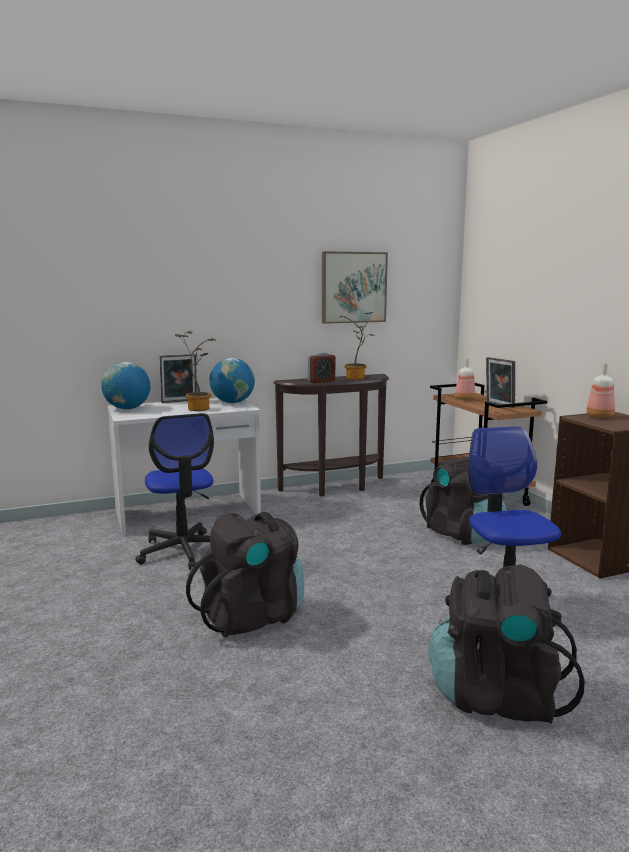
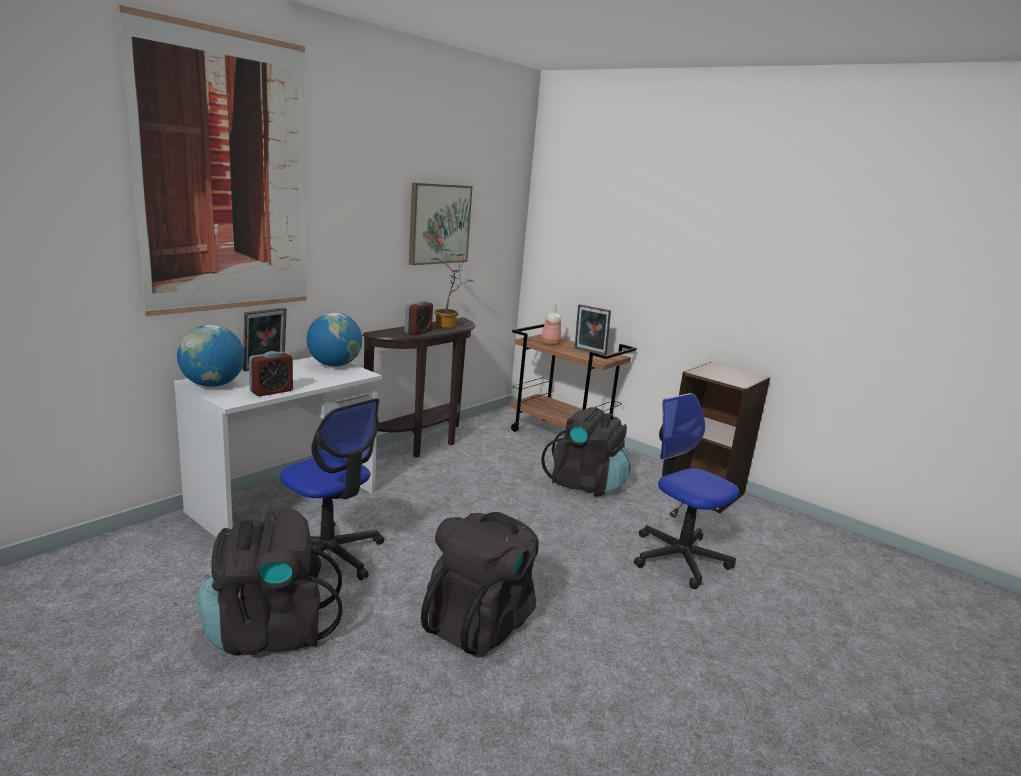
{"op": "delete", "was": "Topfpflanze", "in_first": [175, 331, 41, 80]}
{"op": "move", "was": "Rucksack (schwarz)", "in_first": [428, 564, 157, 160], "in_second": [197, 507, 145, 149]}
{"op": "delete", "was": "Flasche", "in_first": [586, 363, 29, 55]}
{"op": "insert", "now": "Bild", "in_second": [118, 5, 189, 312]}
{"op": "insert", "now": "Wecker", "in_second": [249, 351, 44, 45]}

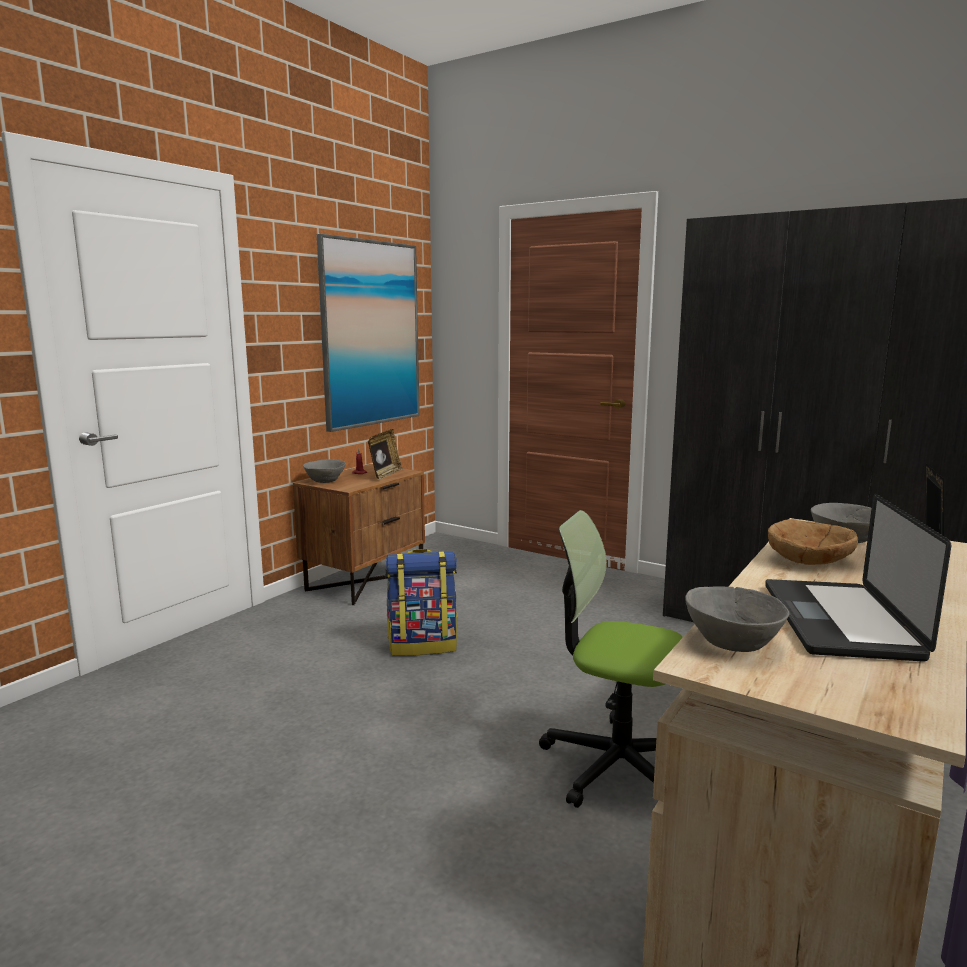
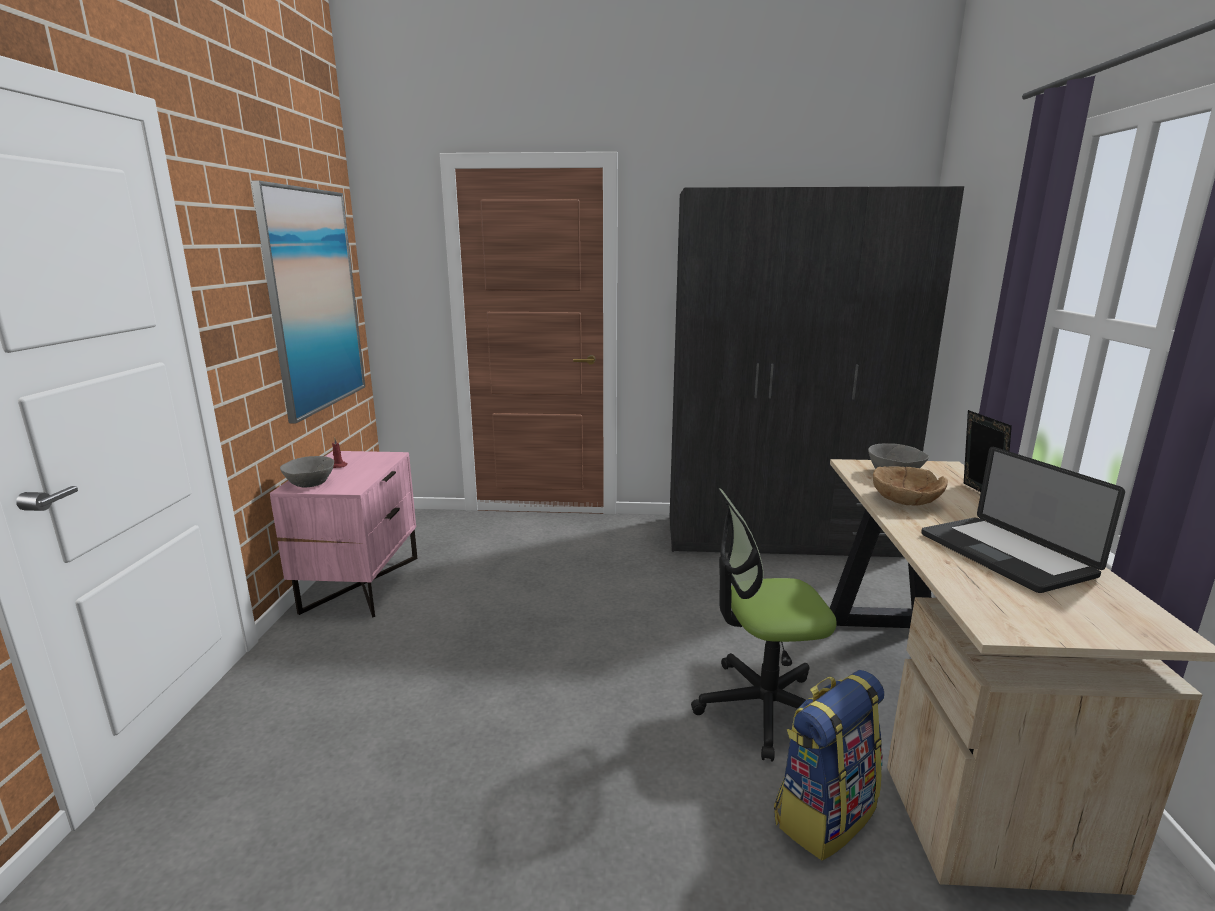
{"op": "recolor", "was": "Nachttisch (braun)", "now": "Nachttisch (rosa)", "in_first": [293, 464, 132, 141], "in_second": [270, 451, 147, 166]}
{"op": "delete", "was": "Bilderrahmen", "in_first": [368, 429, 35, 51]}
{"op": "move", "was": "Rucksack", "in_first": [385, 549, 72, 107], "in_second": [774, 670, 110, 190]}
{"op": "delete", "was": "Schüssel (grau)", "in_first": [685, 586, 105, 66]}

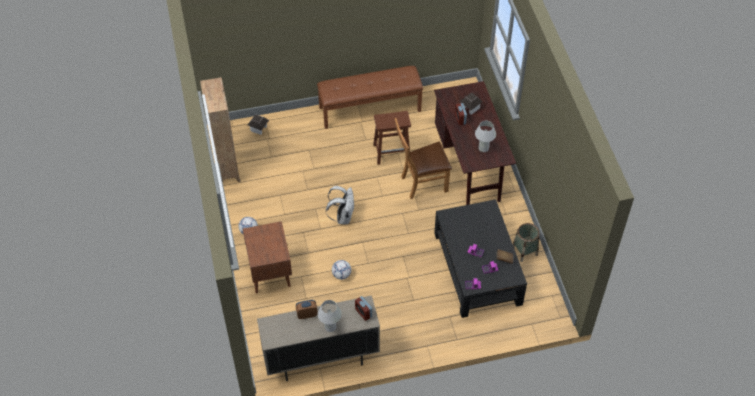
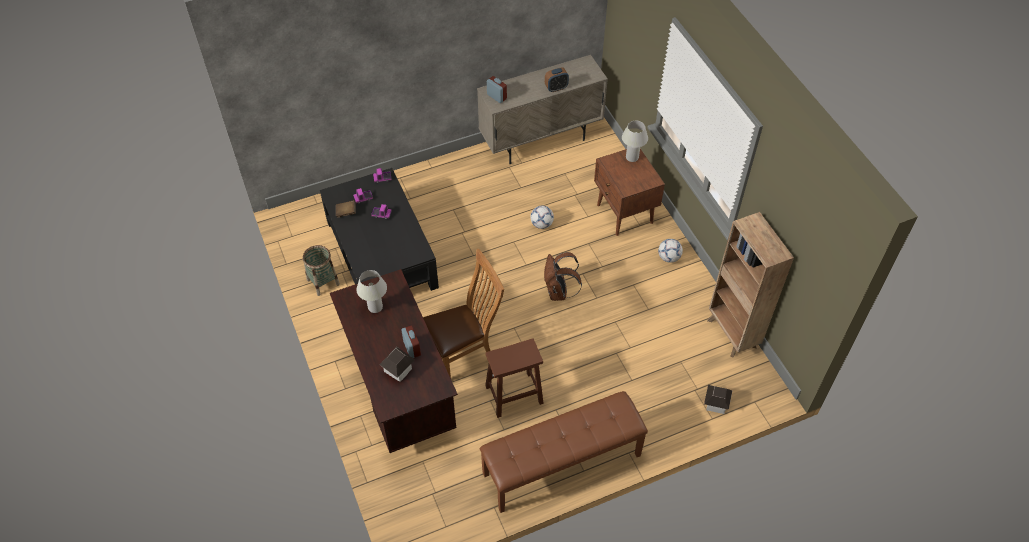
{"op": "move", "was": "Tischlampe (weiß)", "in_first": [318, 300, 24, 32], "in_second": [622, 121, 26, 41]}
{"op": "recolor", "was": "Rucksack (weiß)", "now": "Rucksack (braun)", "in_first": [326, 186, 28, 38], "in_second": [544, 252, 38, 49]}

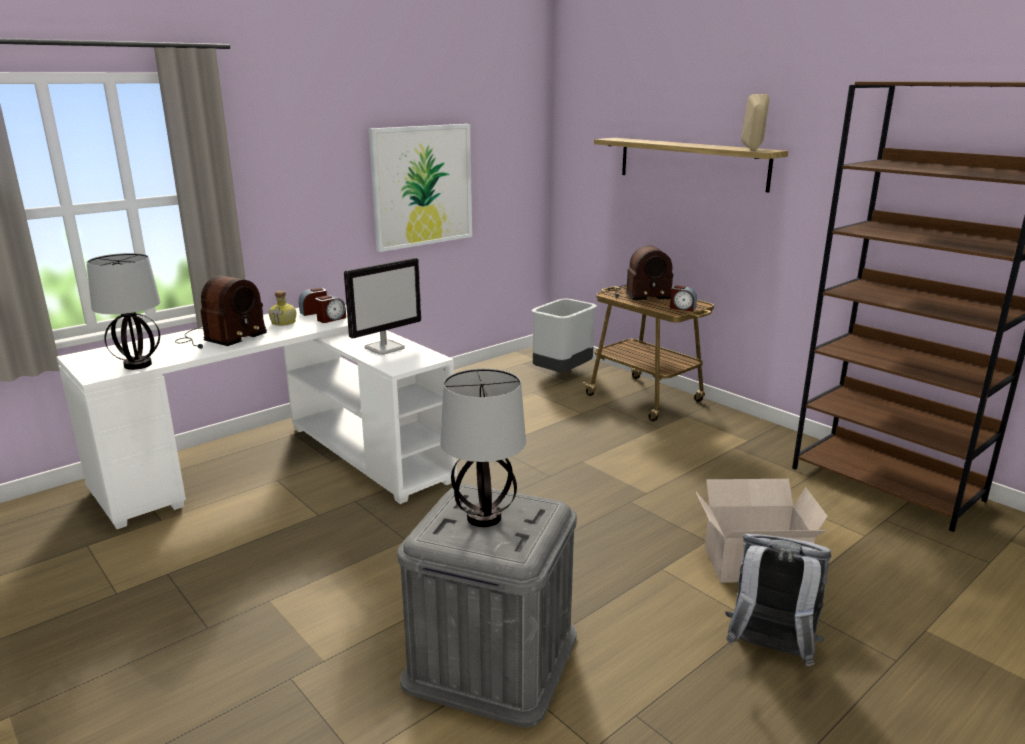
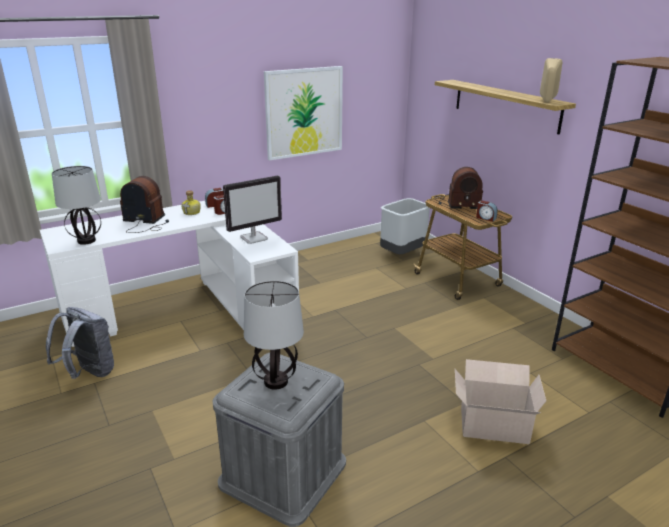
{"op": "rotate", "was": "Radio", "in_first": [175, 275, 92, 74], "in_second": [120, 176, 49, 57], "clockwise": -120}
{"op": "move", "was": "Rucksack (grau)", "in_first": [725, 533, 106, 133], "in_second": [46, 307, 68, 72]}

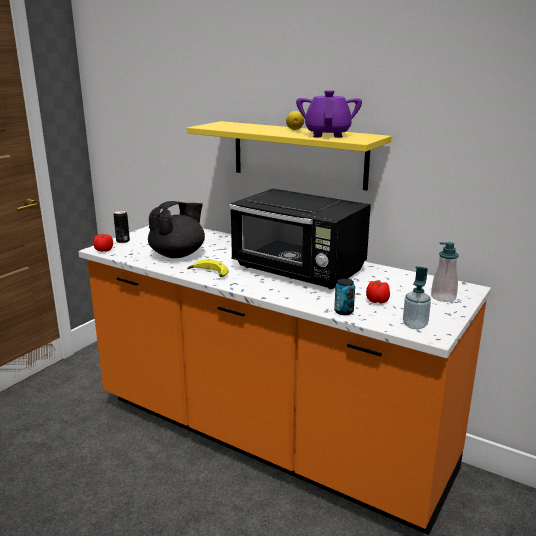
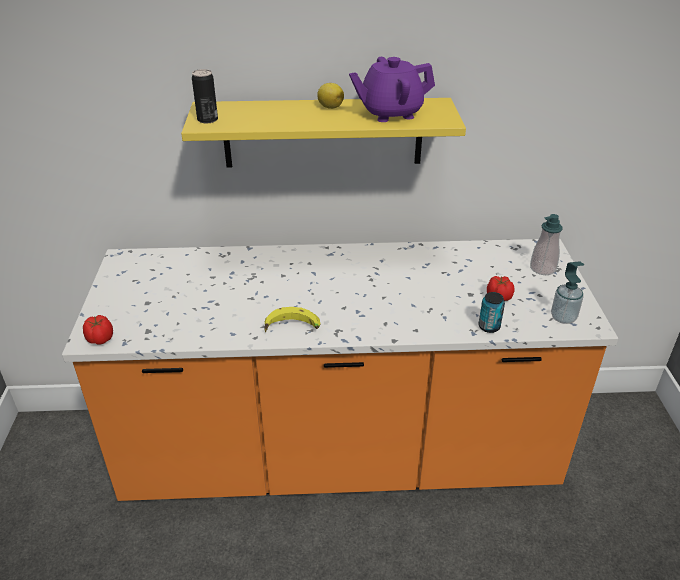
{"op": "move", "was": "Dose", "in_first": [114, 210, 16, 33], "in_second": [192, 69, 26, 54]}
{"op": "delete", "was": "Teekanne (schwarz)", "in_first": [148, 201, 57, 57]}
{"op": "delete", "was": "Mikrowelle (schwarz)", "in_first": [229, 188, 142, 101]}
{"op": "rotate", "was": "Teekanne (lila)", "in_first": [296, 90, 66, 48], "in_second": [349, 57, 86, 65], "clockwise": -75}

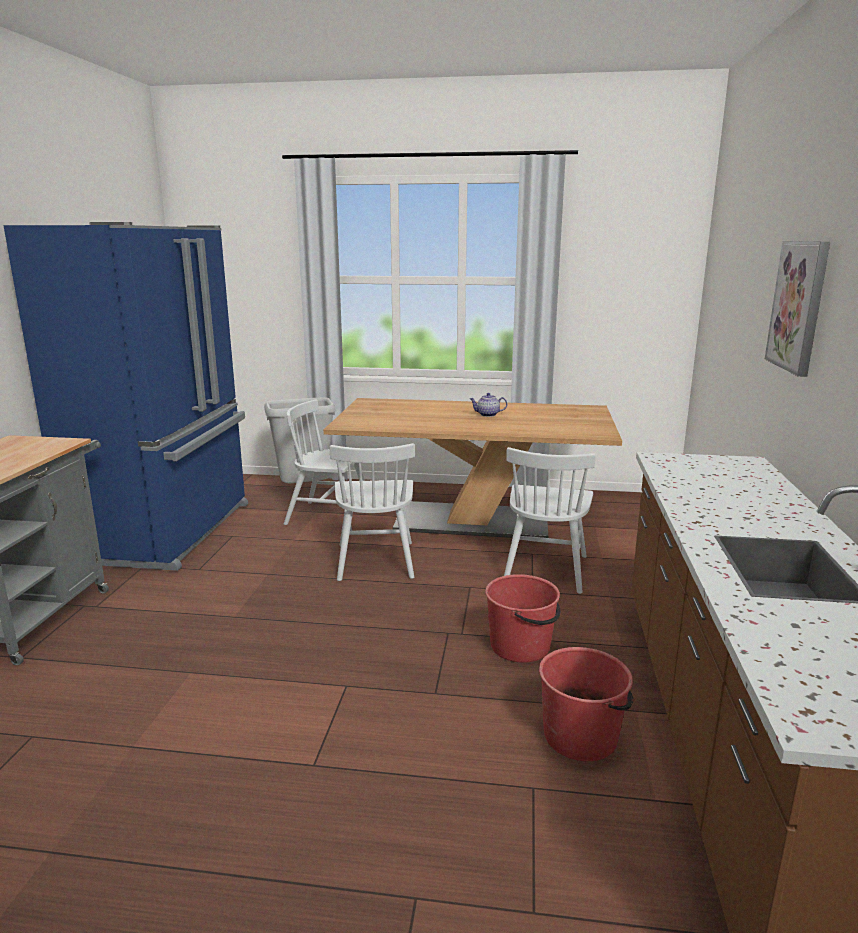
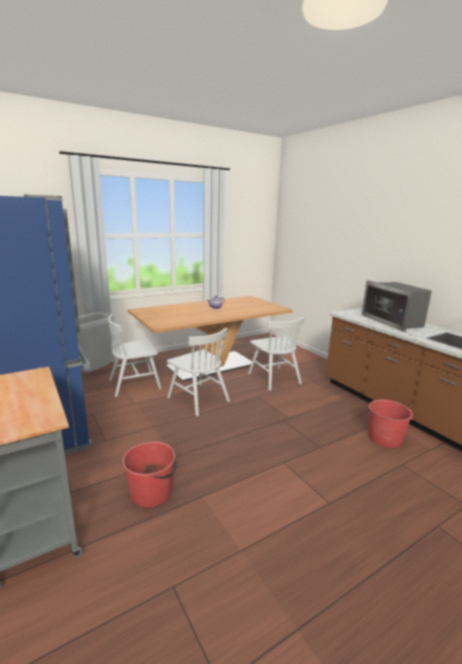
{"op": "move", "was": "Eimer (rot)", "in_first": [485, 574, 76, 89], "in_second": [122, 441, 55, 67]}
{"op": "delete", "was": "Bild", "in_first": [765, 241, 65, 136]}
{"op": "insert", "now": "Mikrowelle", "in_second": [362, 280, 70, 52]}

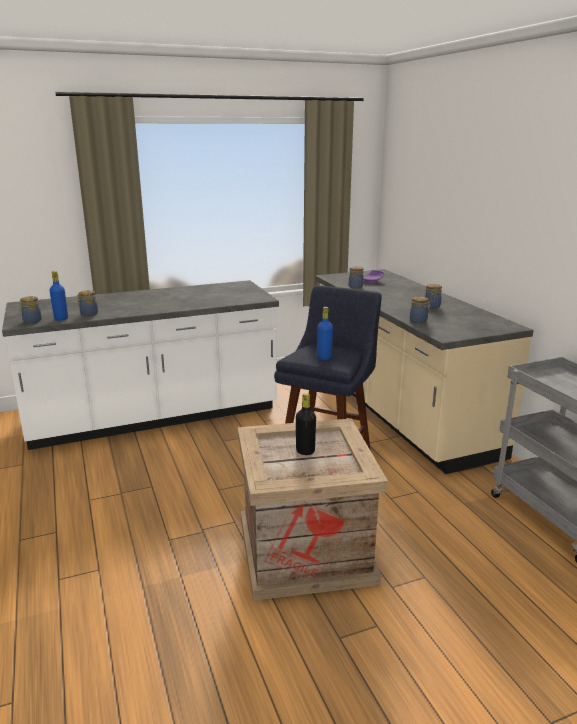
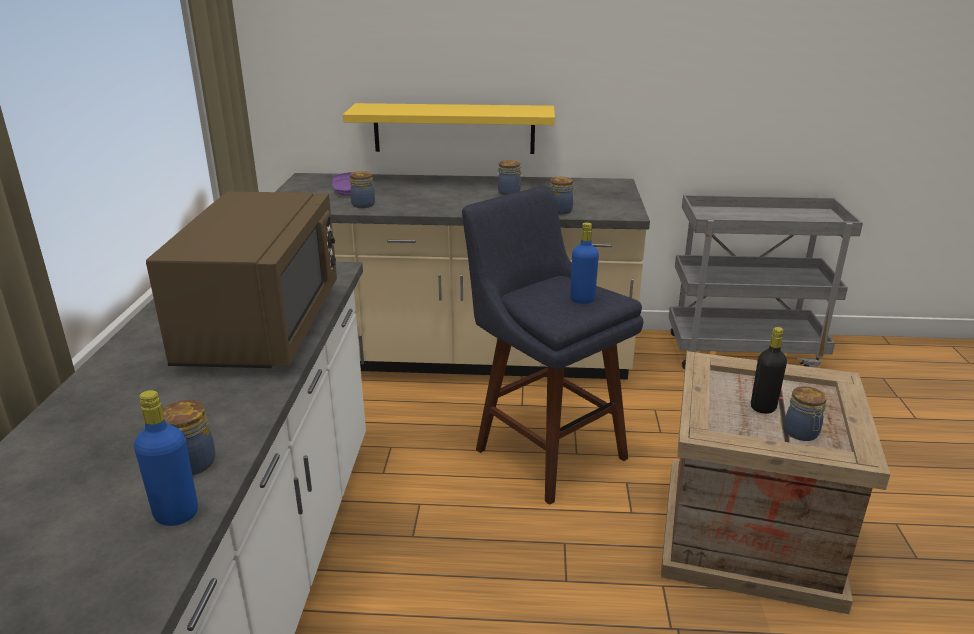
{"op": "move", "was": "Vorratsglas", "in_first": [18, 296, 24, 27], "in_second": [784, 386, 43, 55]}
{"op": "insert", "now": "Mikrowelle (braun)", "in_second": [146, 192, 191, 176]}
{"op": "insert", "now": "Wandregal (gelb)", "in_second": [343, 103, 212, 51]}

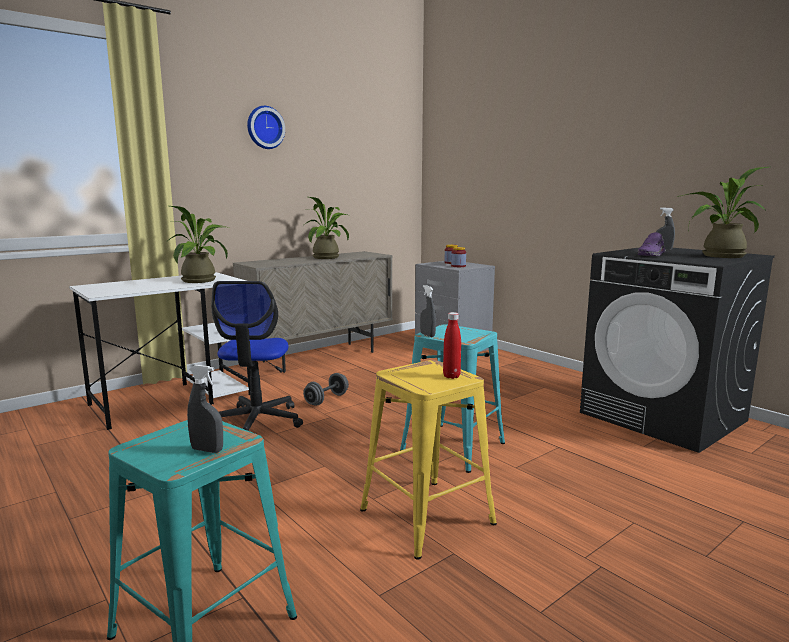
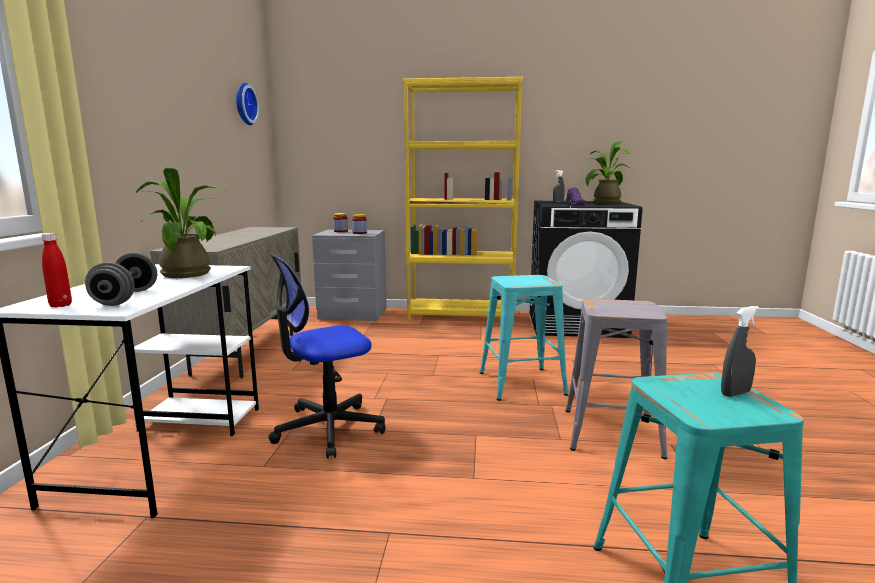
{"op": "rotate", "was": "Bürostuhl", "in_first": [211, 281, 92, 150], "in_second": [268, 253, 118, 206], "clockwise": 105}
{"op": "move", "was": "Wanduhr", "in_first": [247, 106, 38, 43], "in_second": [236, 83, 23, 42]}
{"op": "move", "was": "Hantel (grau)", "in_first": [303, 373, 46, 33], "in_second": [85, 253, 72, 53]}
{"op": "delete", "was": "Topfpflanze", "in_first": [304, 197, 46, 62]}
{"op": "recolor", "was": "Hocker (gelb)", "now": "Hocker (grau)", "in_first": [360, 360, 137, 200], "in_second": [566, 299, 101, 160]}
{"op": "delete", "was": "Sprühflasche (grau)", "in_first": [420, 285, 16, 52]}
{"op": "move", "was": "Flasche (rot)", "in_first": [443, 312, 18, 67], "in_second": [42, 233, 30, 75]}
{"op": "insert", "now": "Bücherregal (gelb)", "in_second": [403, 77, 120, 247]}

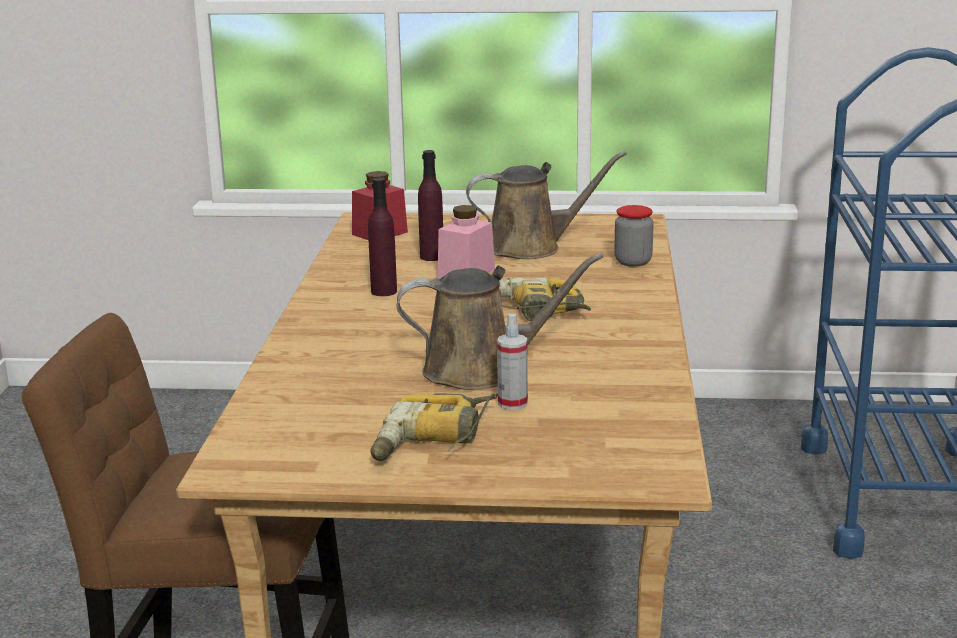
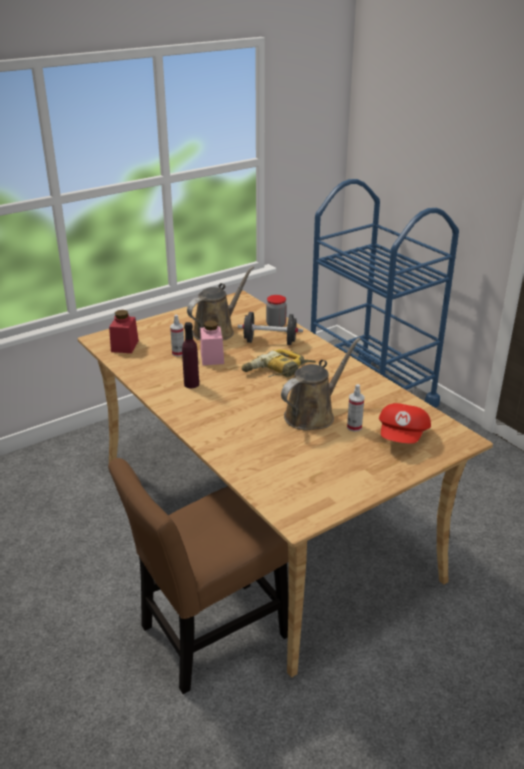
{"op": "delete", "was": "Bohrmaschine", "in_first": [370, 393, 128, 68]}
{"op": "replace", "was": "Flasche (lila)", "now": "Sprühflasche", "in_first": [418, 150, 25, 111], "in_second": [170, 315, 14, 42]}
{"op": "insert", "now": "Hantel (schwarz)", "in_second": [238, 312, 65, 33]}
{"op": "insert", "now": "Kappe (rot)", "in_second": [379, 403, 52, 41]}

